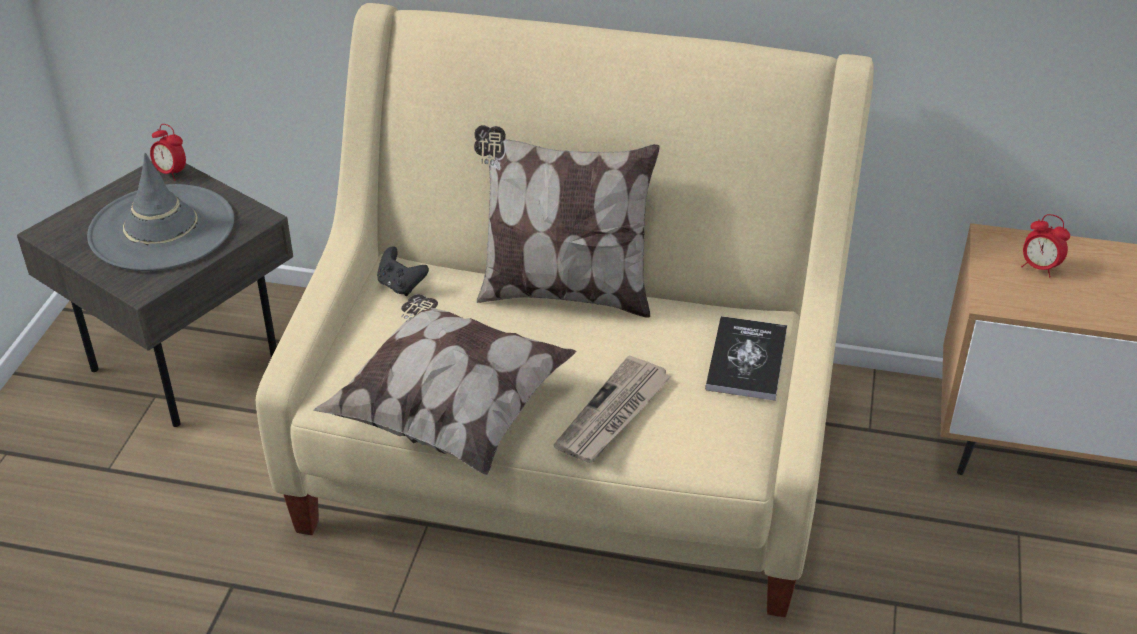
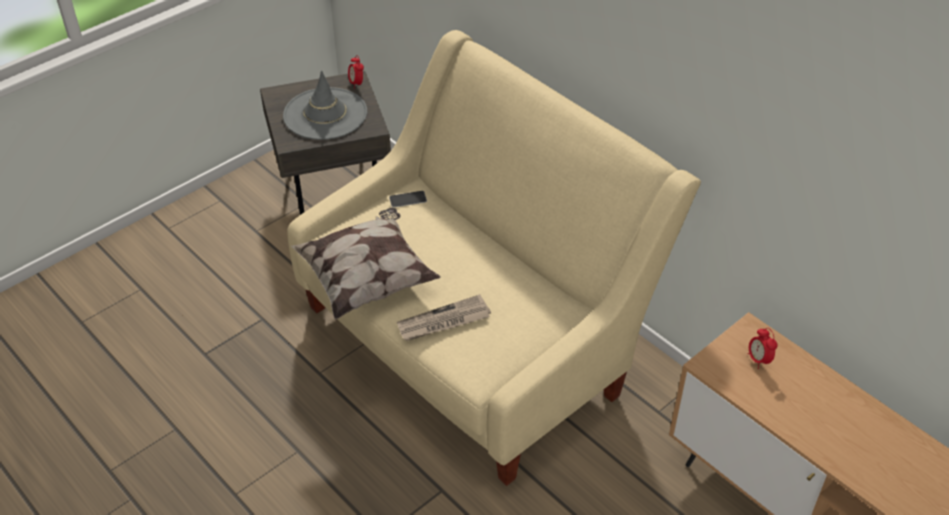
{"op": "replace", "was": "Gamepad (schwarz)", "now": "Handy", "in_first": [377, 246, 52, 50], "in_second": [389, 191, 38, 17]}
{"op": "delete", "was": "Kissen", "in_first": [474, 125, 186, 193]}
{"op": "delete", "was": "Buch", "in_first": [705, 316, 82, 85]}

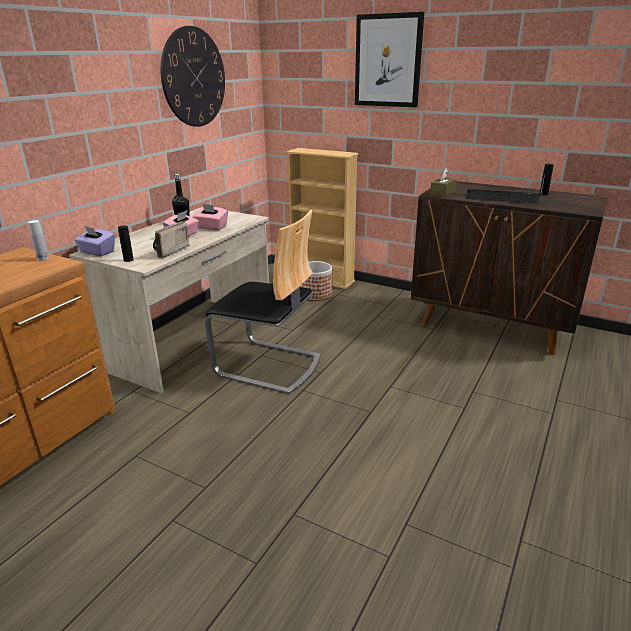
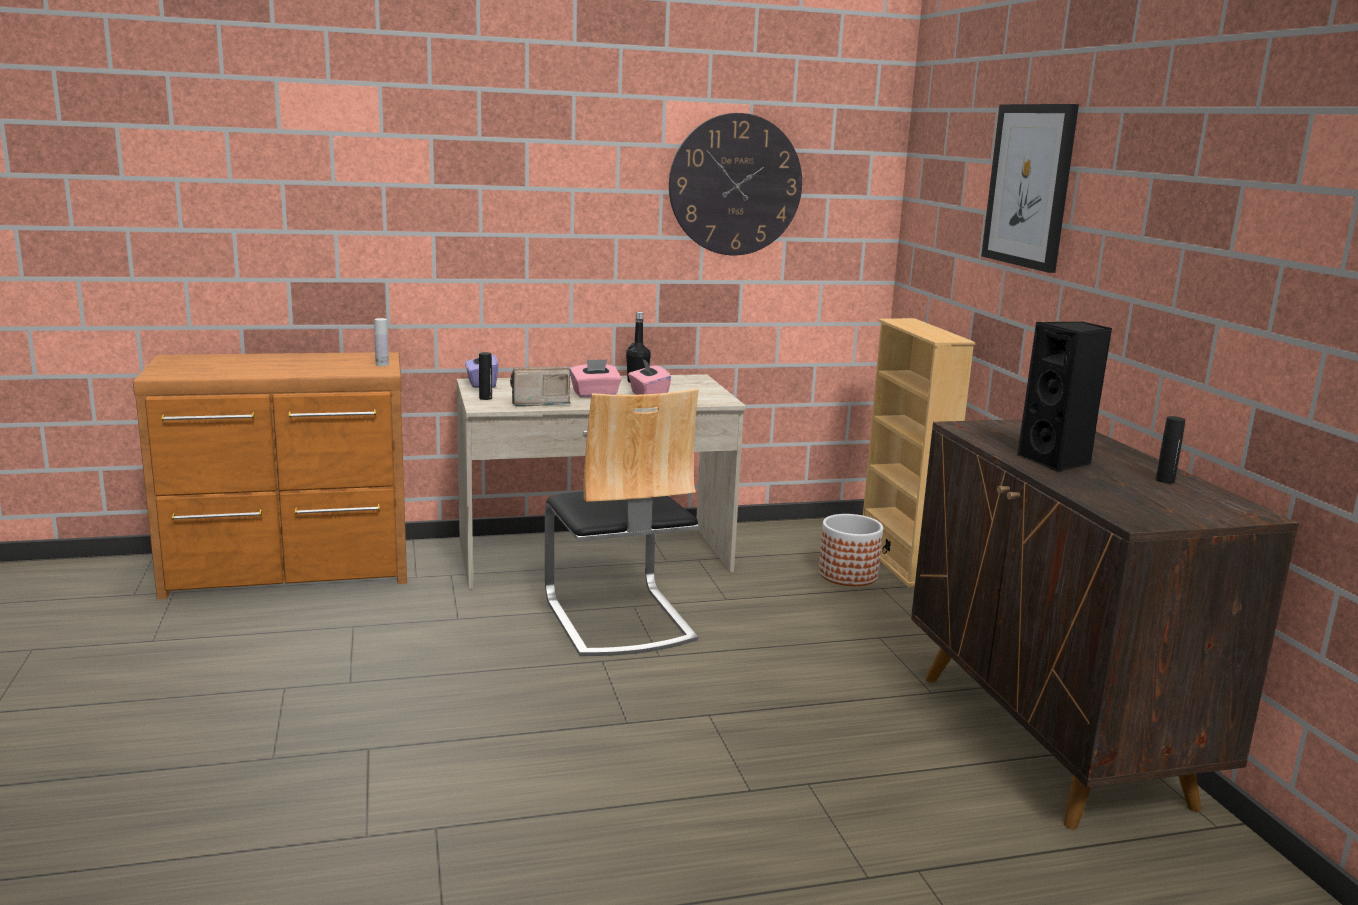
{"op": "delete", "was": "Taschentuchbox (braun)", "in_first": [430, 168, 27, 29]}
{"op": "replace", "was": "Tastatur", "now": "Lautsprecher (schwarz)", "in_first": [467, 189, 73, 15], "in_second": [1017, 322, 95, 150]}

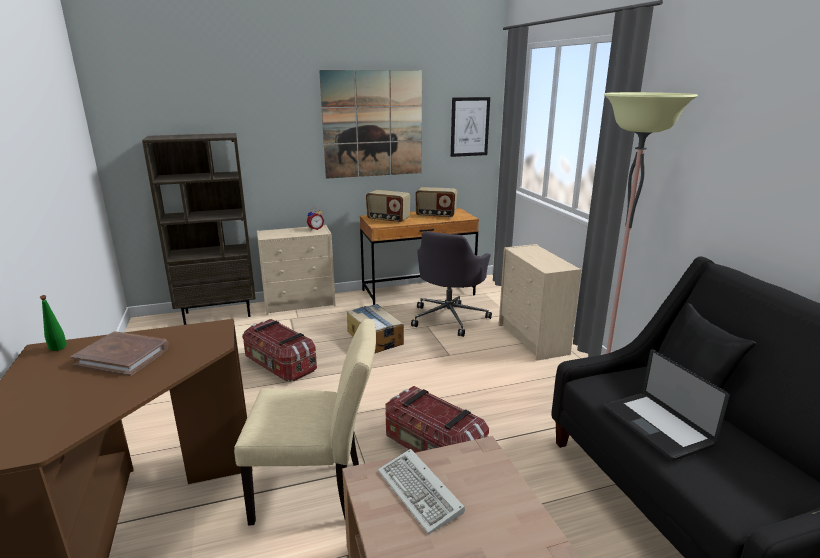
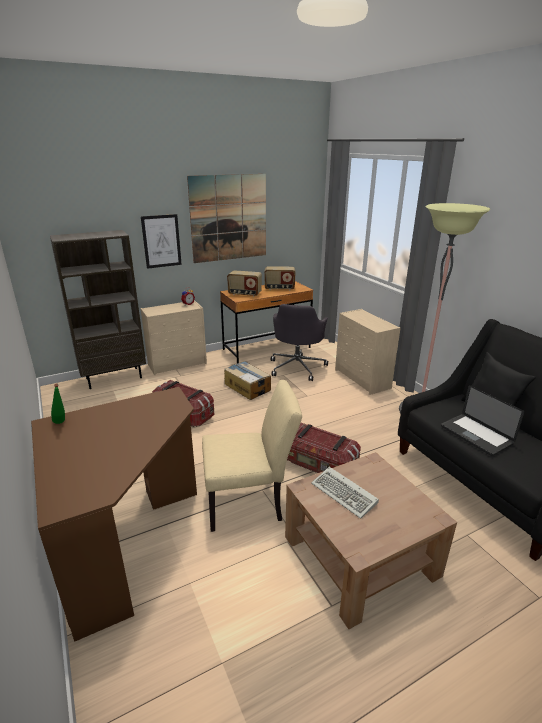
{"op": "delete", "was": "Buch (braun)", "in_first": [71, 331, 98, 45]}
{"op": "move", "was": "Bild", "in_first": [451, 97, 39, 60], "in_second": [141, 214, 41, 55]}

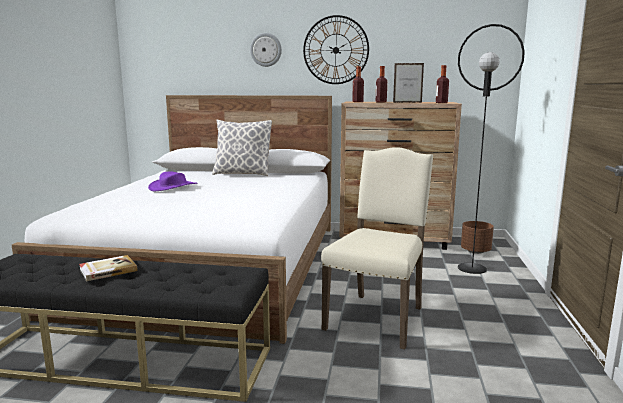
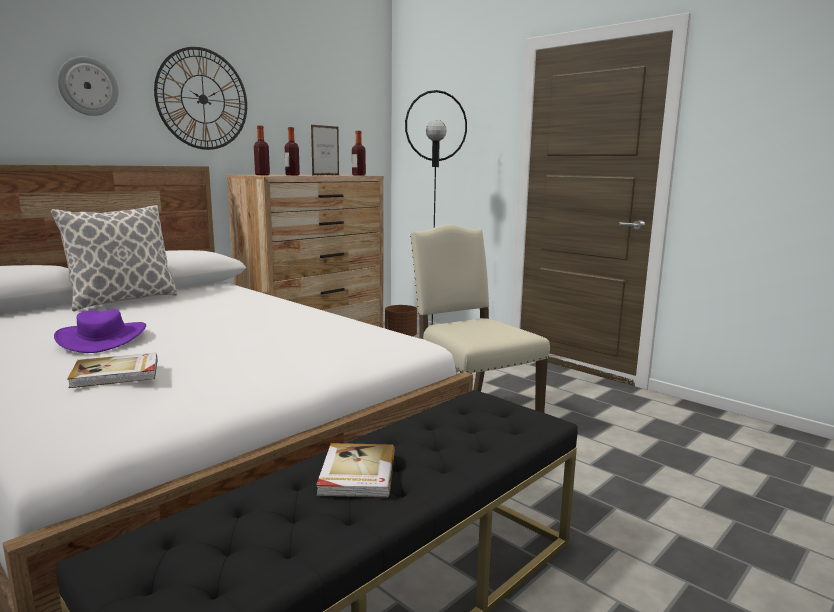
{"op": "insert", "now": "Buch", "in_second": [67, 353, 90, 35]}

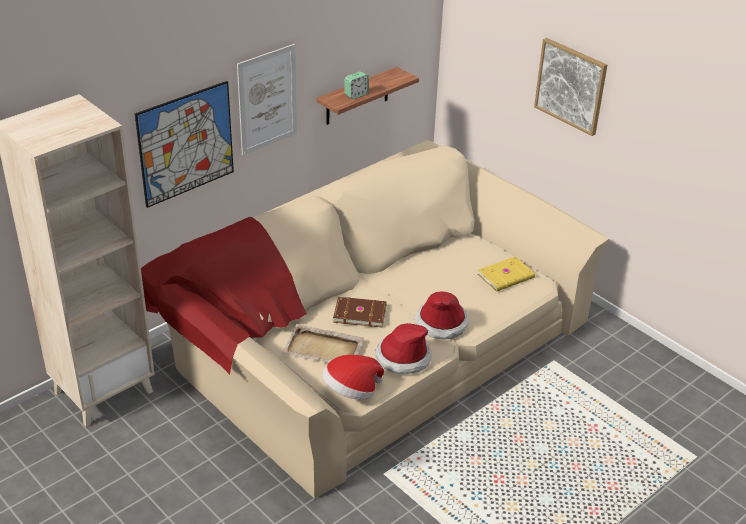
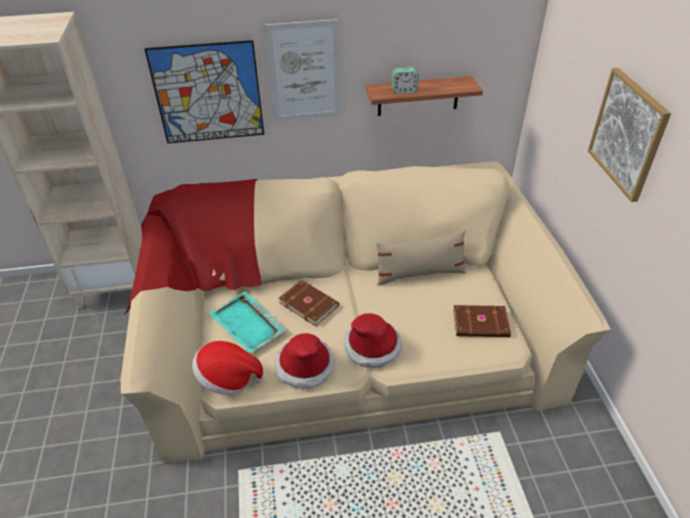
{"op": "recolor", "was": "Tablett (beige)", "now": "Tablett (türkis)", "in_first": [282, 324, 82, 38], "in_second": [208, 291, 79, 62]}
{"op": "recolor", "was": "Buch (gelb)", "now": "Buch (braun)", "in_first": [477, 256, 58, 36], "in_second": [453, 305, 58, 32]}
{"op": "insert", "now": "Kissen (beige)", "in_second": [376, 230, 90, 56]}

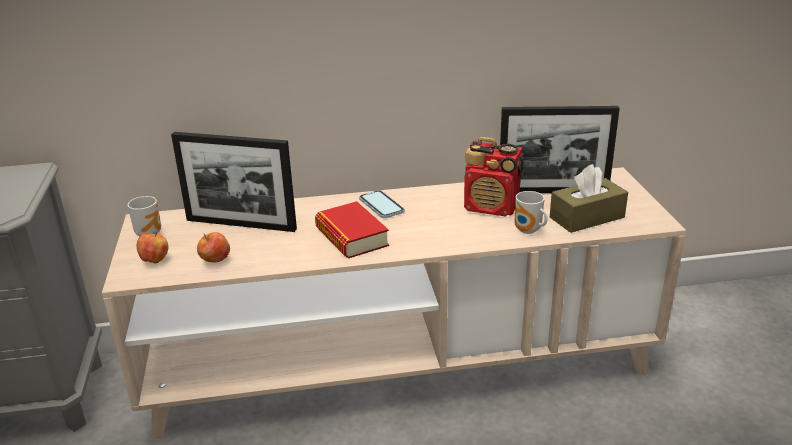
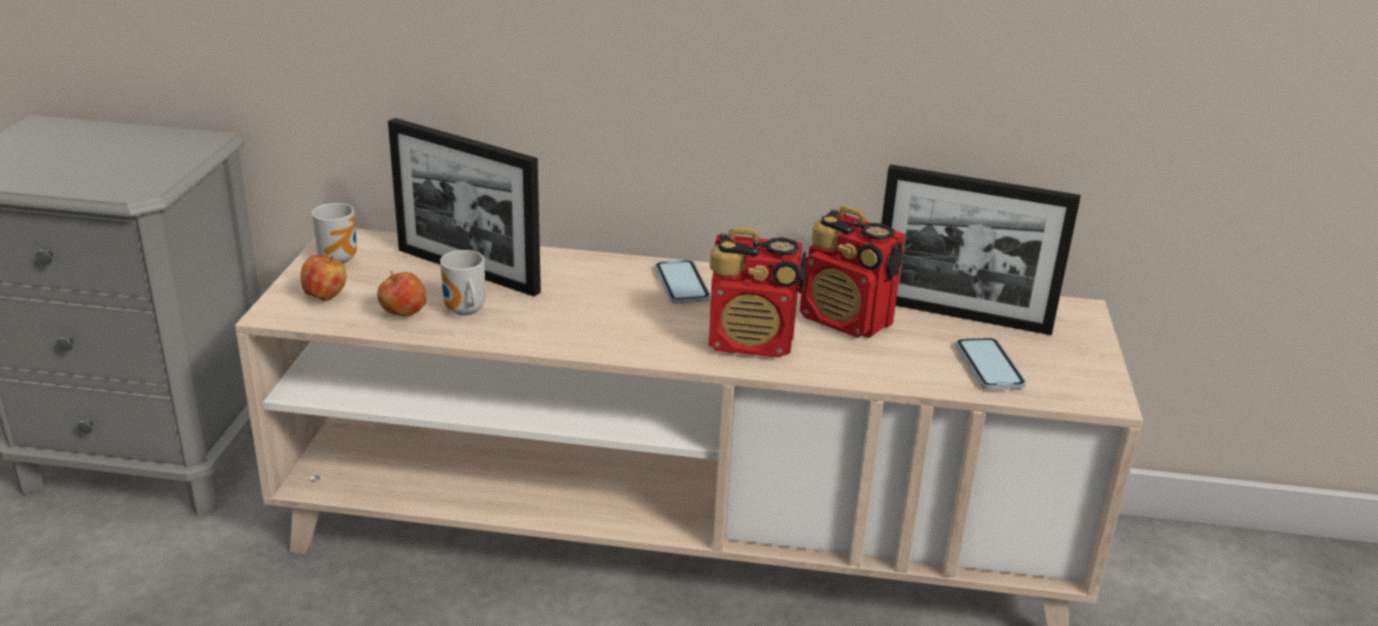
{"op": "delete", "was": "Buch", "in_first": [315, 201, 74, 58]}
{"op": "move", "was": "Henkelbecher", "in_first": [515, 191, 33, 43], "in_second": [440, 250, 46, 66]}
{"op": "replace", "was": "Taschentuchbox (braun)", "now": "Handy", "in_first": [550, 164, 78, 69], "in_second": [955, 338, 71, 52]}
{"op": "insert", "now": "Radio", "in_second": [709, 227, 98, 131]}

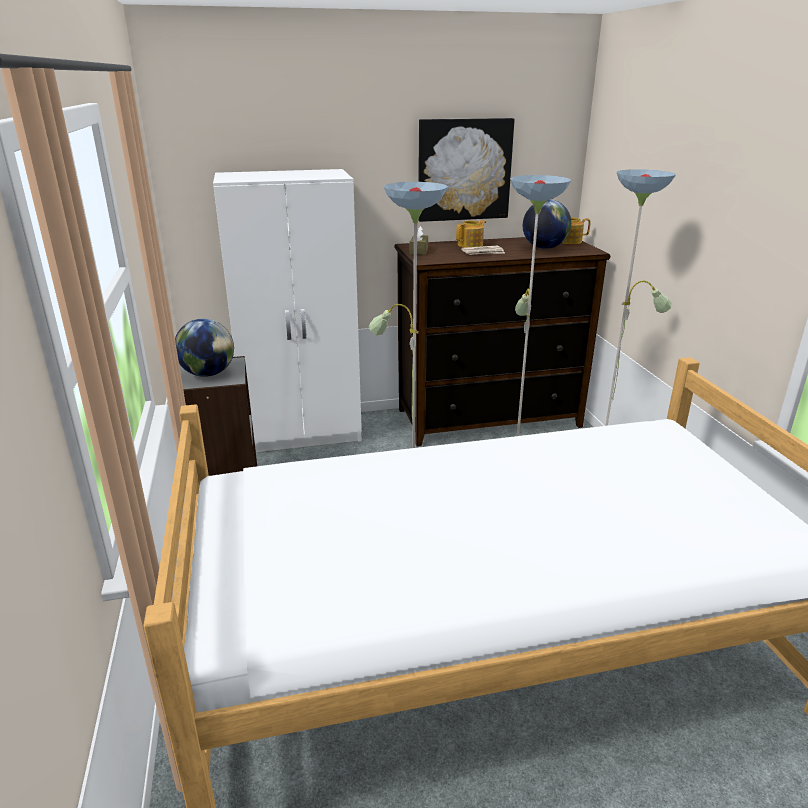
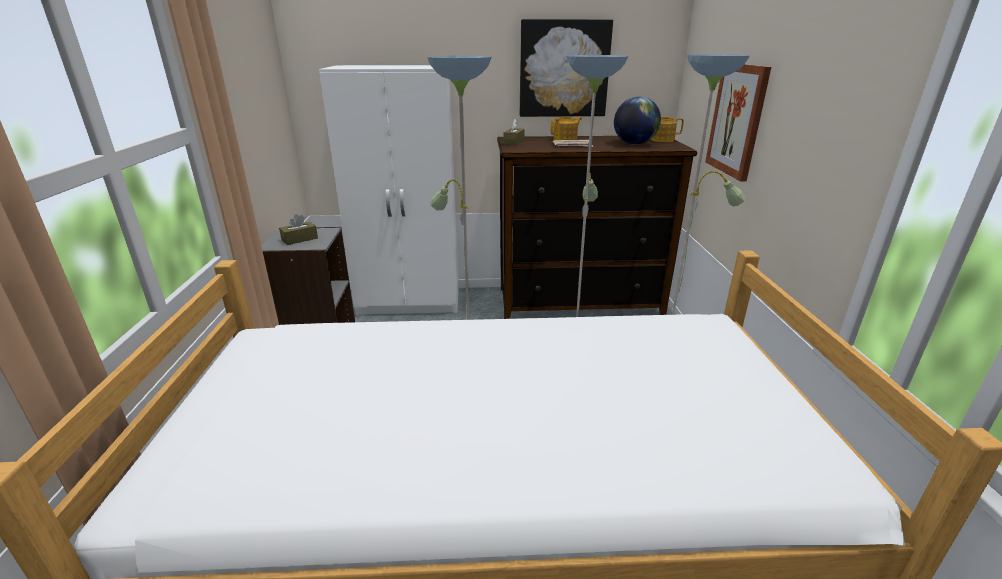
{"op": "replace", "was": "Globus", "now": "Taschentuchbox (braun)", "in_first": [175, 319, 59, 58], "in_second": [279, 214, 39, 31]}
{"op": "insert", "now": "Bild", "in_second": [705, 64, 66, 118]}

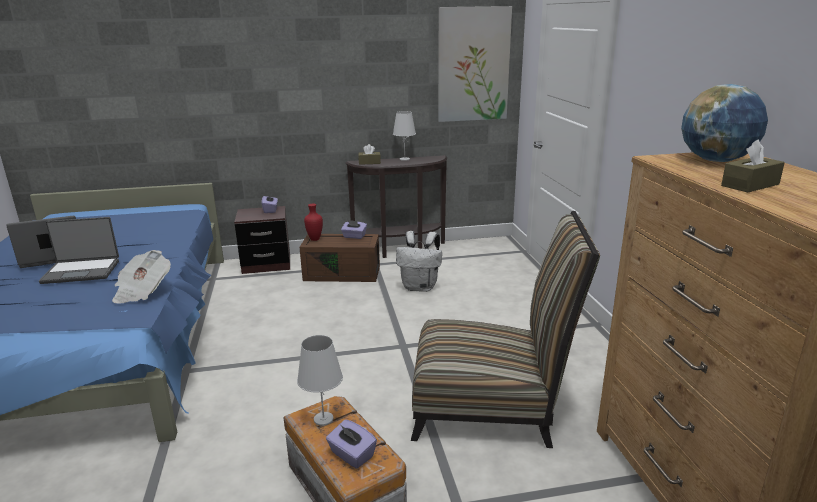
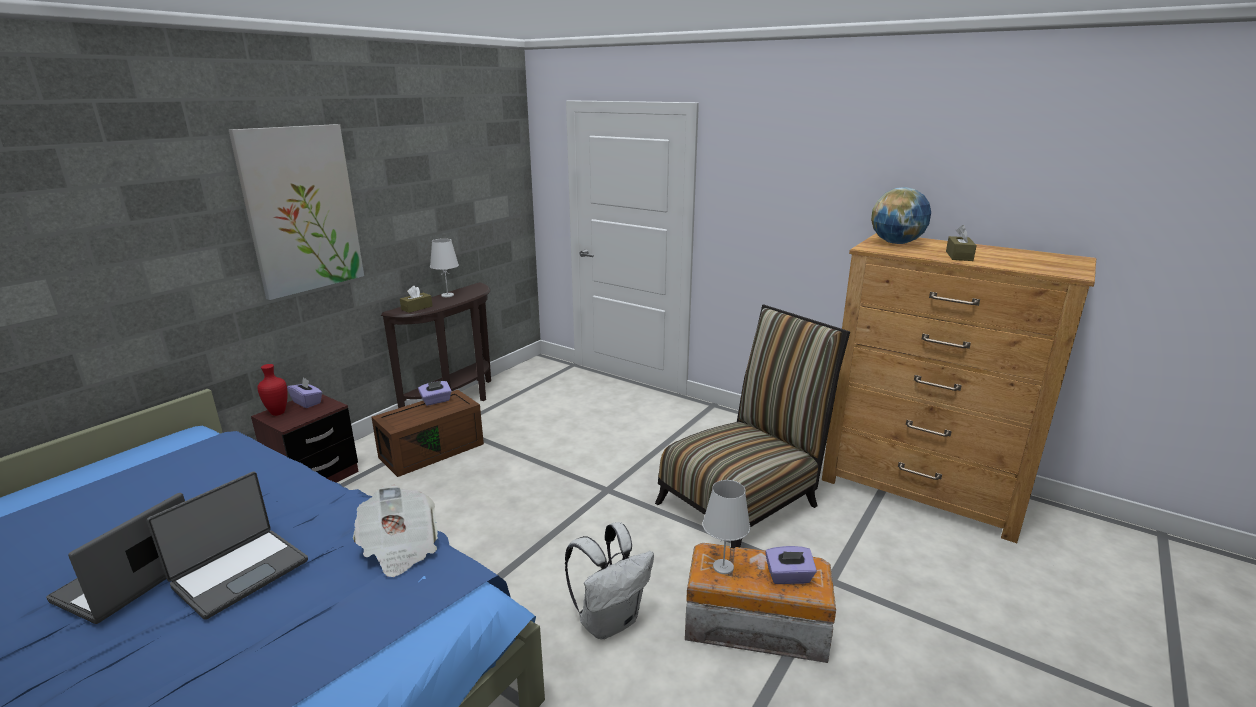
{"op": "move", "was": "Vase (rot)", "in_first": [304, 204, 19, 37], "in_second": [257, 364, 31, 52]}
{"op": "move", "was": "Rucksack (weiß)", "in_first": [396, 231, 46, 61], "in_second": [565, 522, 89, 117]}
{"op": "move", "was": "Bild", "in_first": [438, 6, 74, 116], "in_second": [229, 124, 135, 176]}

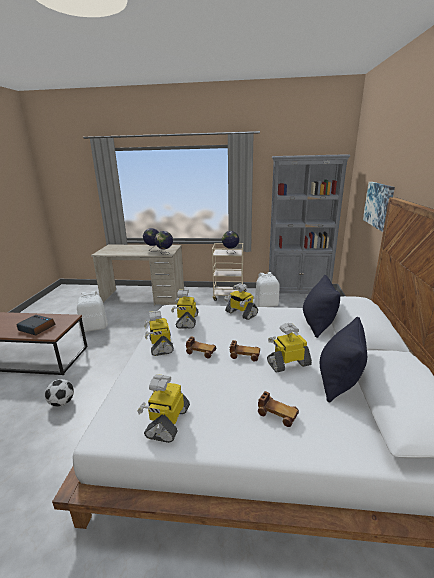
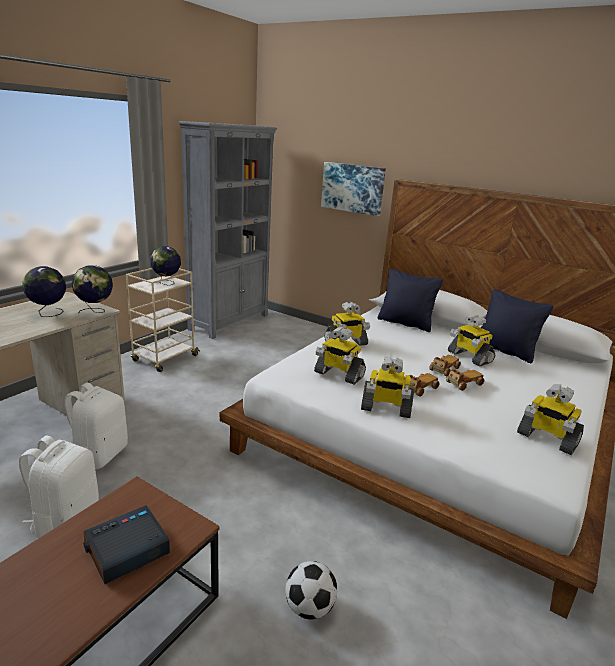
{"op": "move", "was": "Rucksack (weiß)", "in_first": [255, 272, 25, 35], "in_second": [64, 383, 64, 87]}
{"op": "move", "was": "Spielzeugauto", "in_first": [258, 391, 41, 36], "in_second": [446, 369, 38, 22]}
{"op": "rotate", "was": "Spielzeugroboter", "in_first": [267, 323, 45, 50], "in_second": [448, 315, 48, 52], "clockwise": -45}

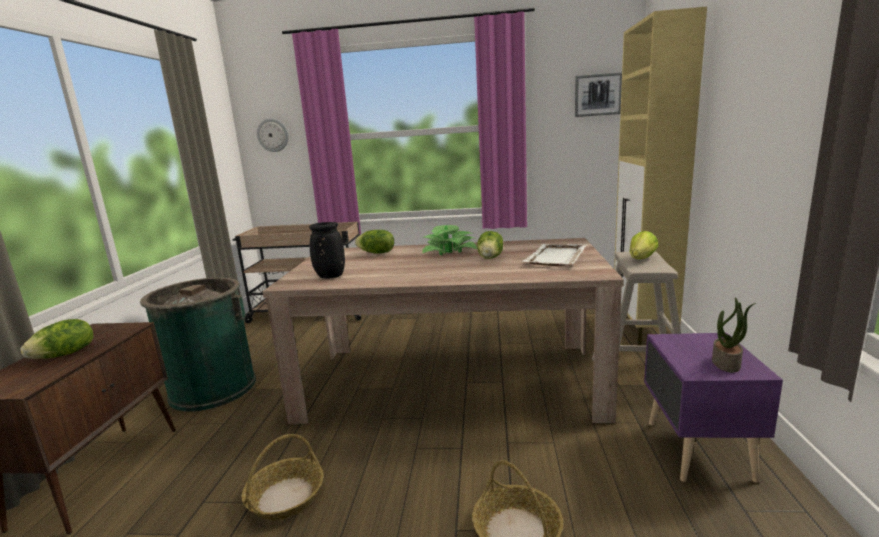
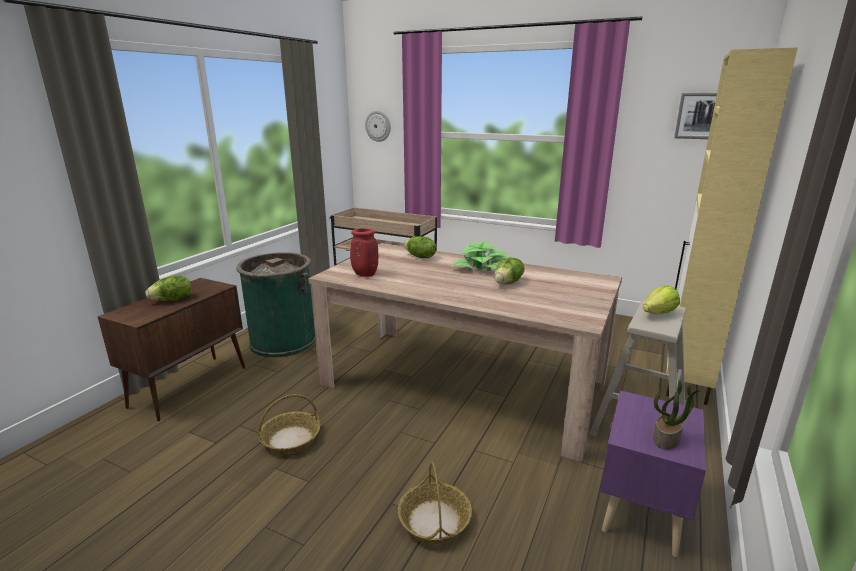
{"op": "recolor", "was": "Vase (schwarz)", "now": "Vase (rot)", "in_first": [309, 222, 36, 56], "in_second": [350, 228, 28, 49]}
{"op": "delete", "was": "Tablett (weiß)", "in_first": [522, 244, 65, 22]}

